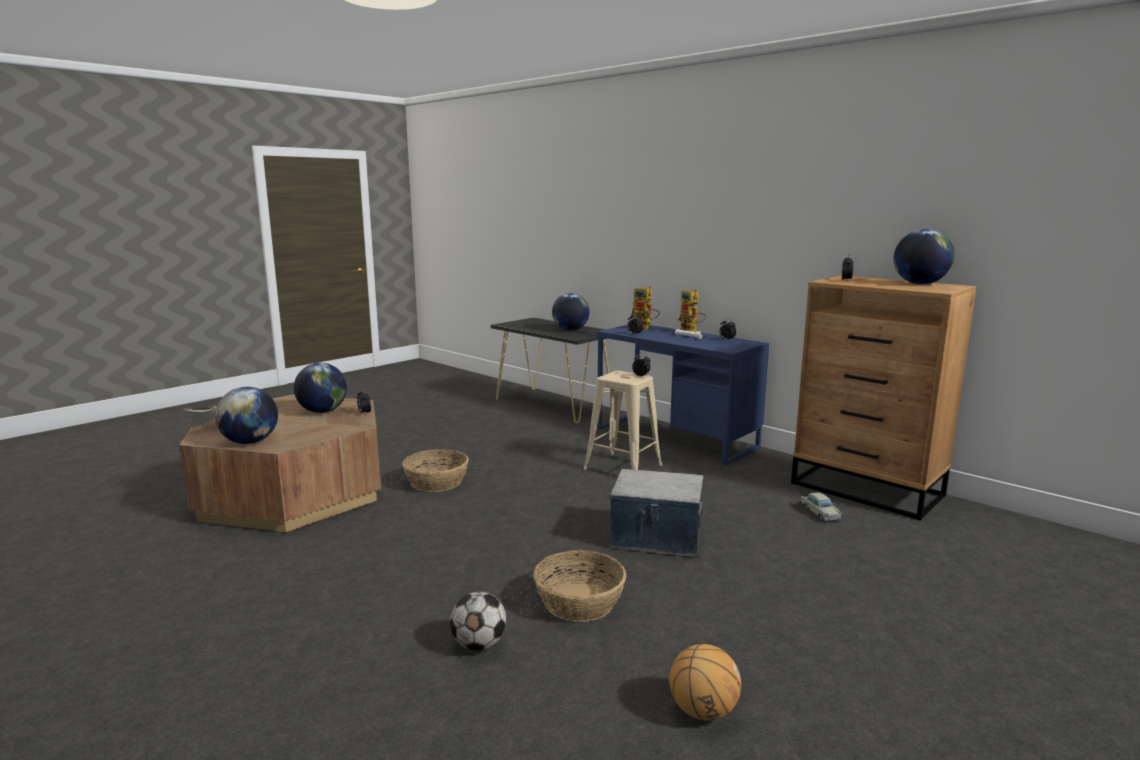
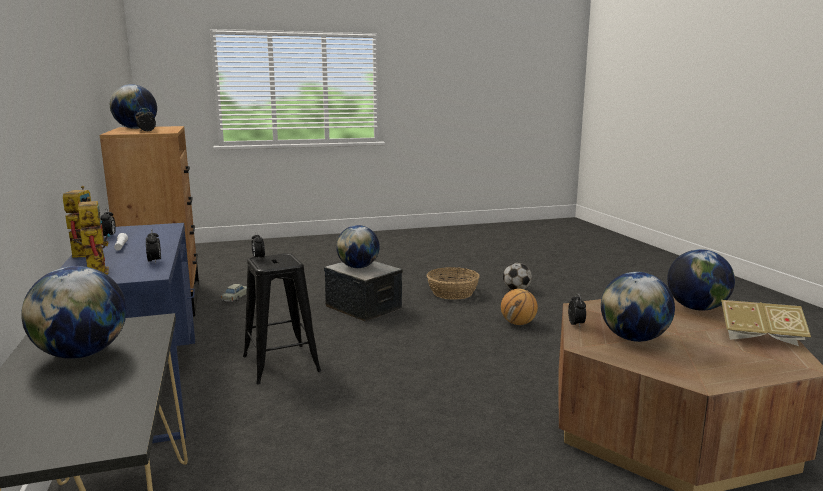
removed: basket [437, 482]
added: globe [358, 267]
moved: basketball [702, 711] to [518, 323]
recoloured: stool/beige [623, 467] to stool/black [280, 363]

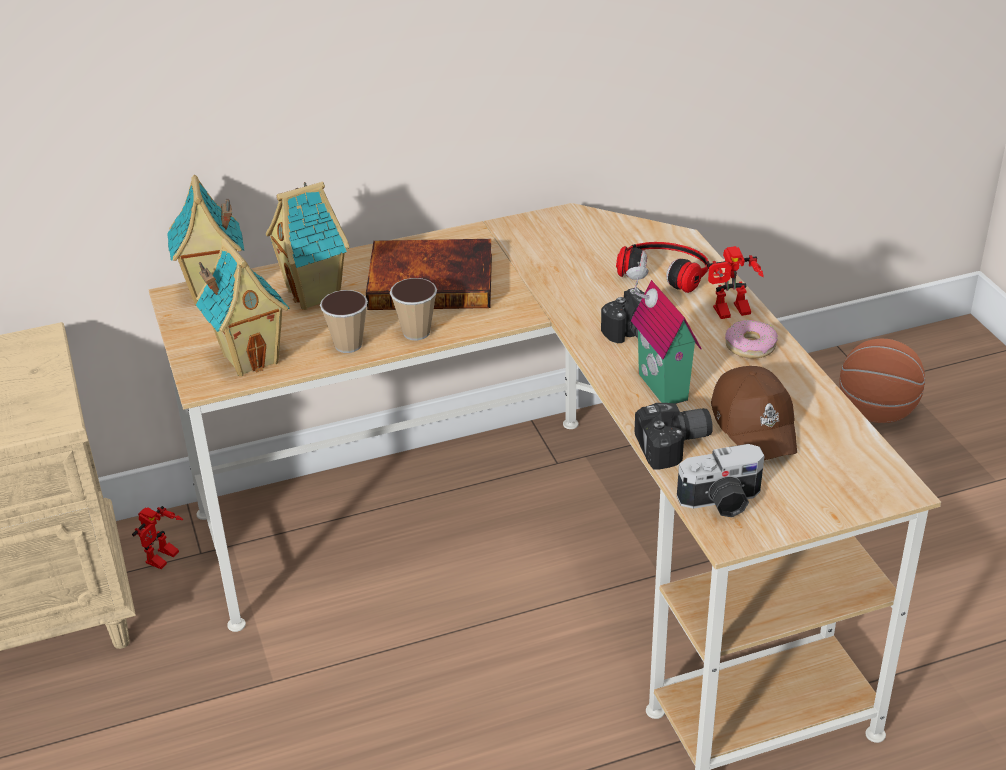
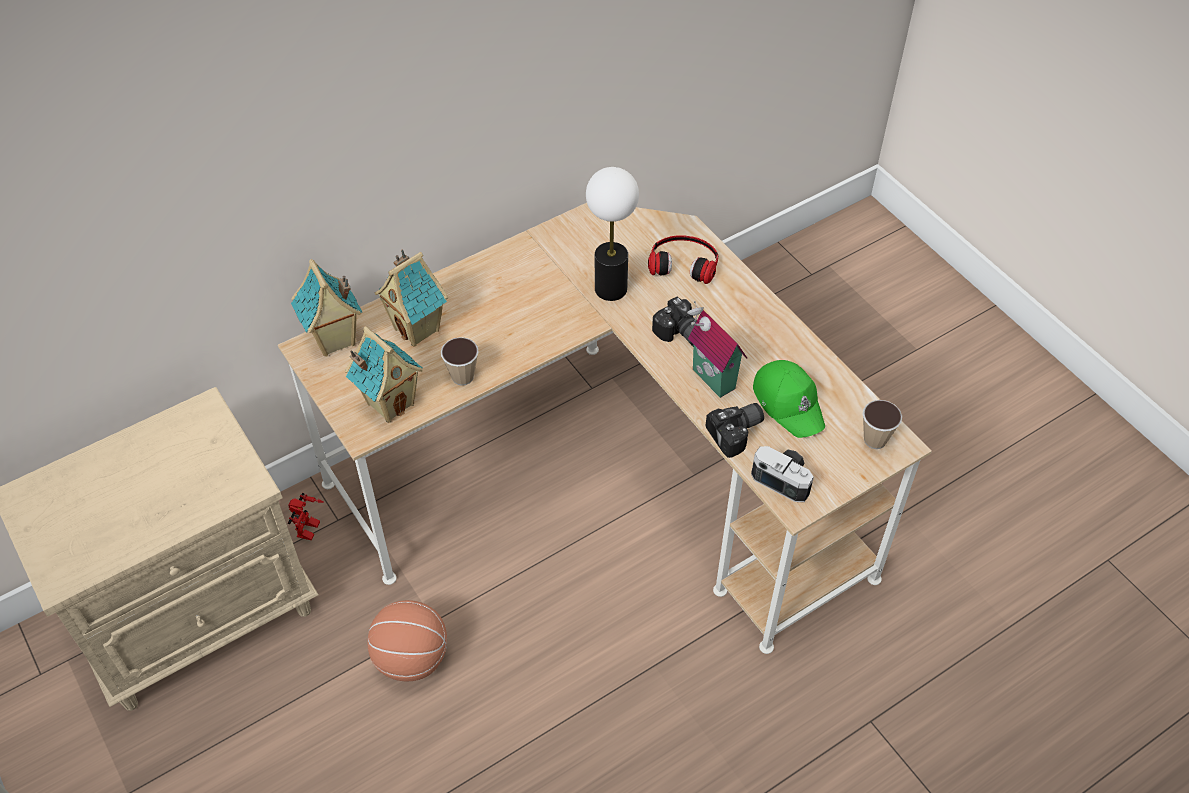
removed: book [432, 280]; toy robot [731, 313]; donut [750, 346]
added: table lamp [610, 288]
moved: basketball [876, 412] to [411, 658]; cup [416, 332] to [875, 440]
recoloured: cap/brown [755, 424] to cap/green [789, 403]
turned: photo camera [722, 502] = [784, 478] 120 degrees counterclockwise

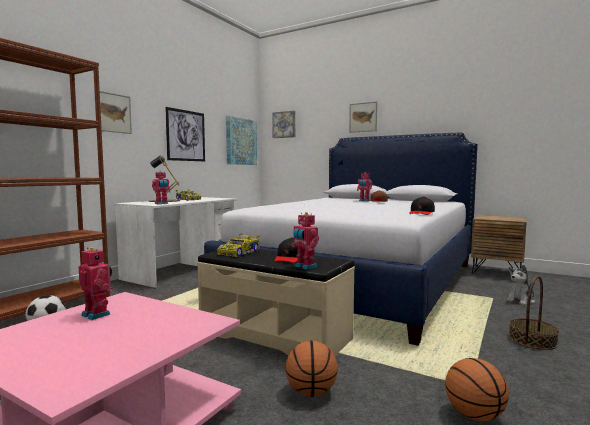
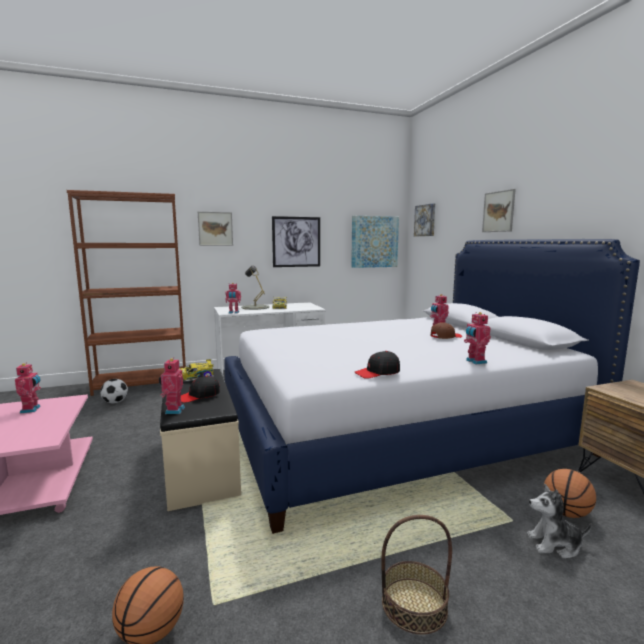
added: toy robot [475, 361]
moved: basketball [311, 392] to [566, 513]

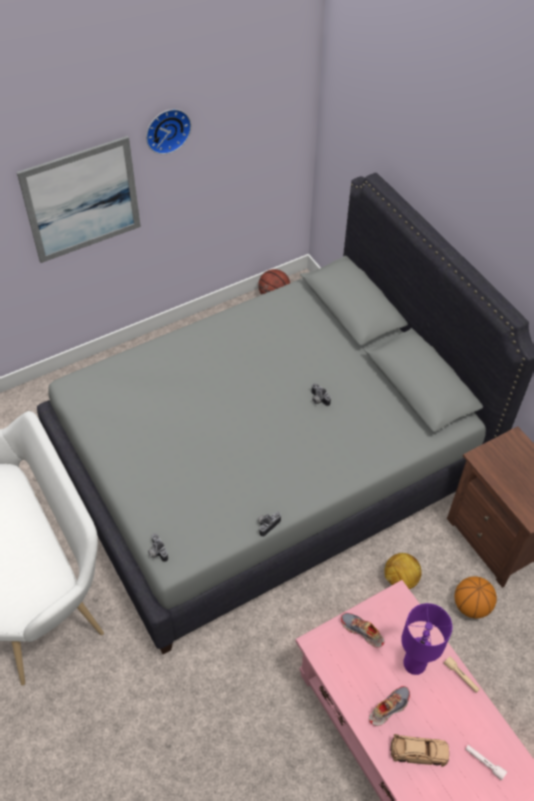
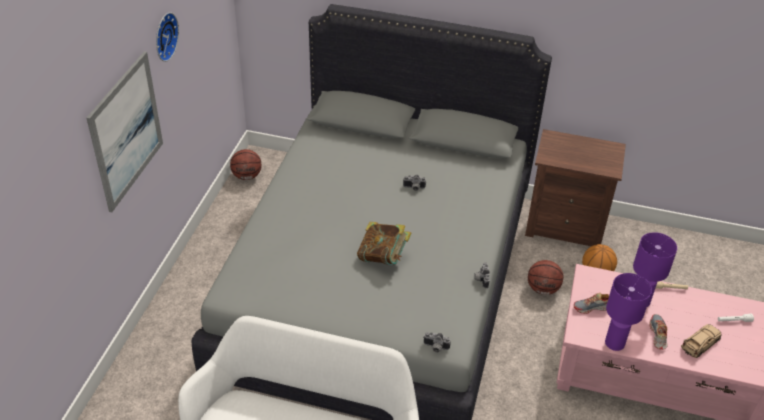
added: book [383, 257]; table lamp/purple [614, 343]
replaced: football [400, 580] to basketball [543, 289]

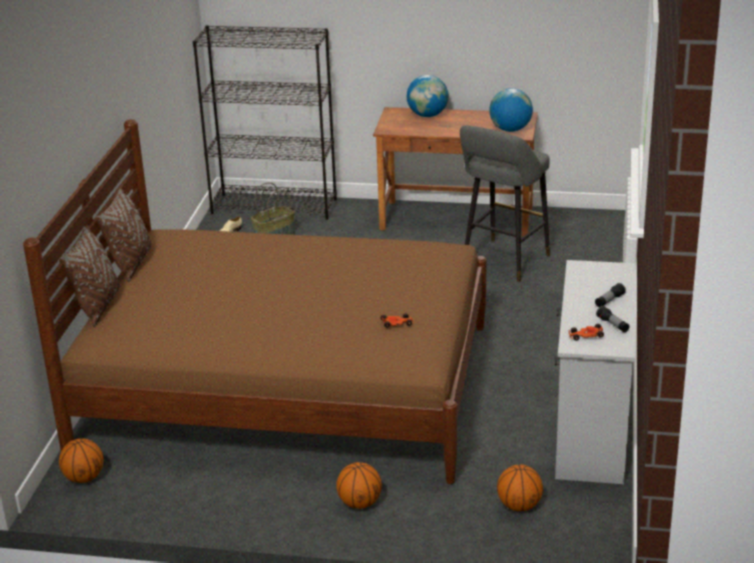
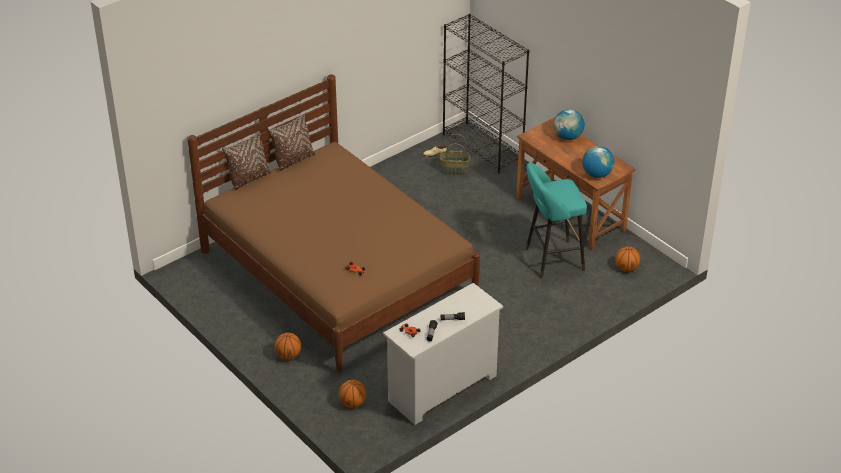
moved: basketball [84, 478] to [626, 268]
recoloured: stool/grey [503, 262] to stool/turquoise [551, 260]

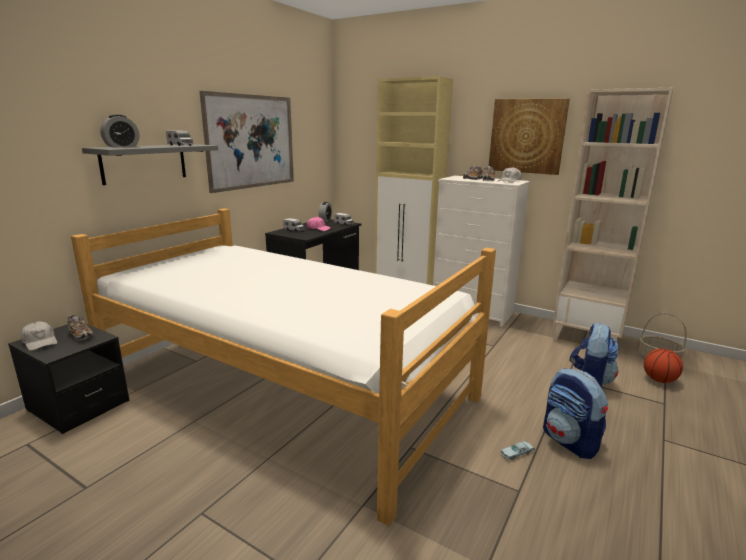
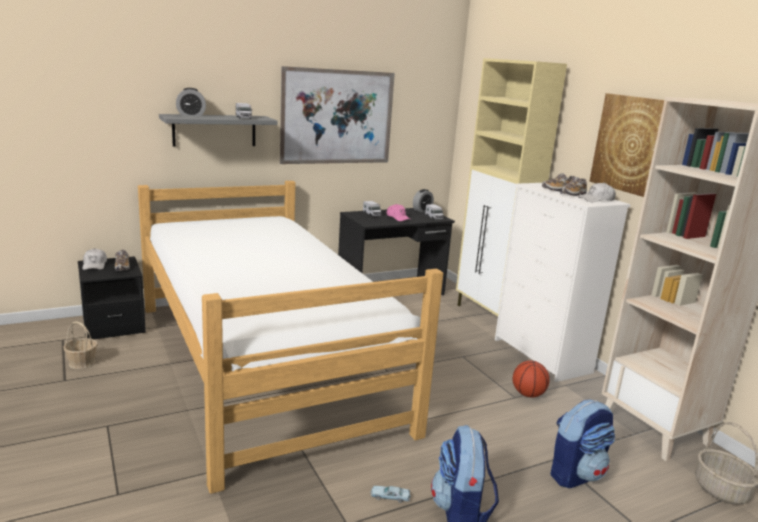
added: basket [82, 362]
moved: basketball [659, 380] to [528, 394]

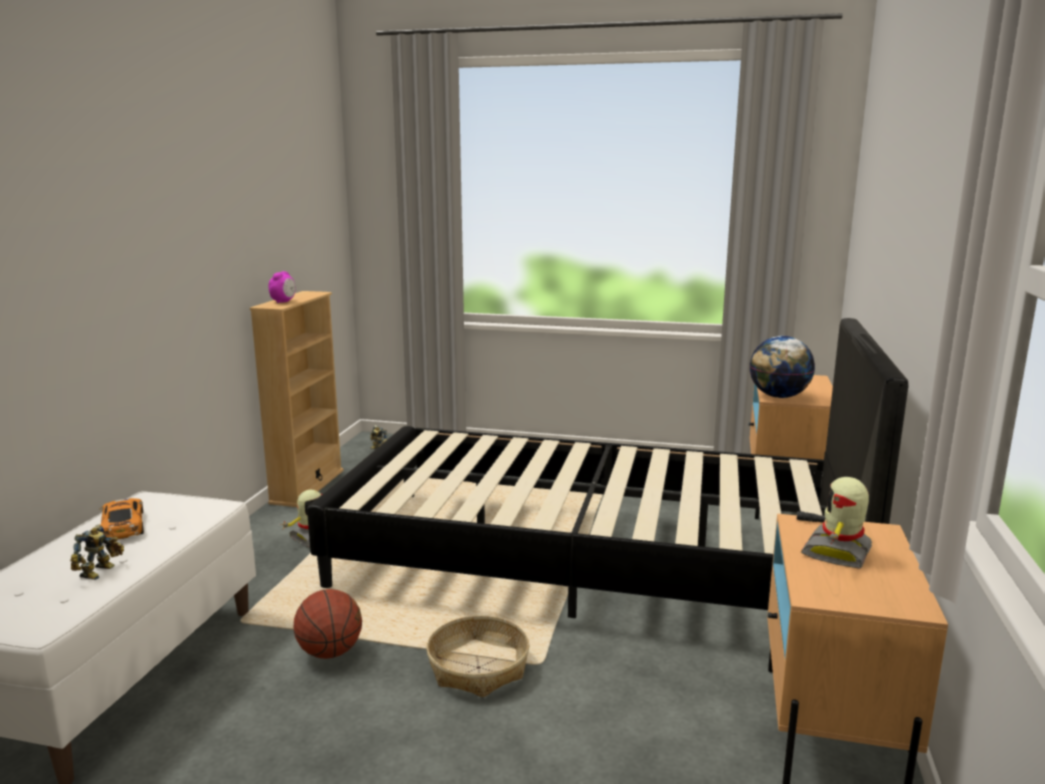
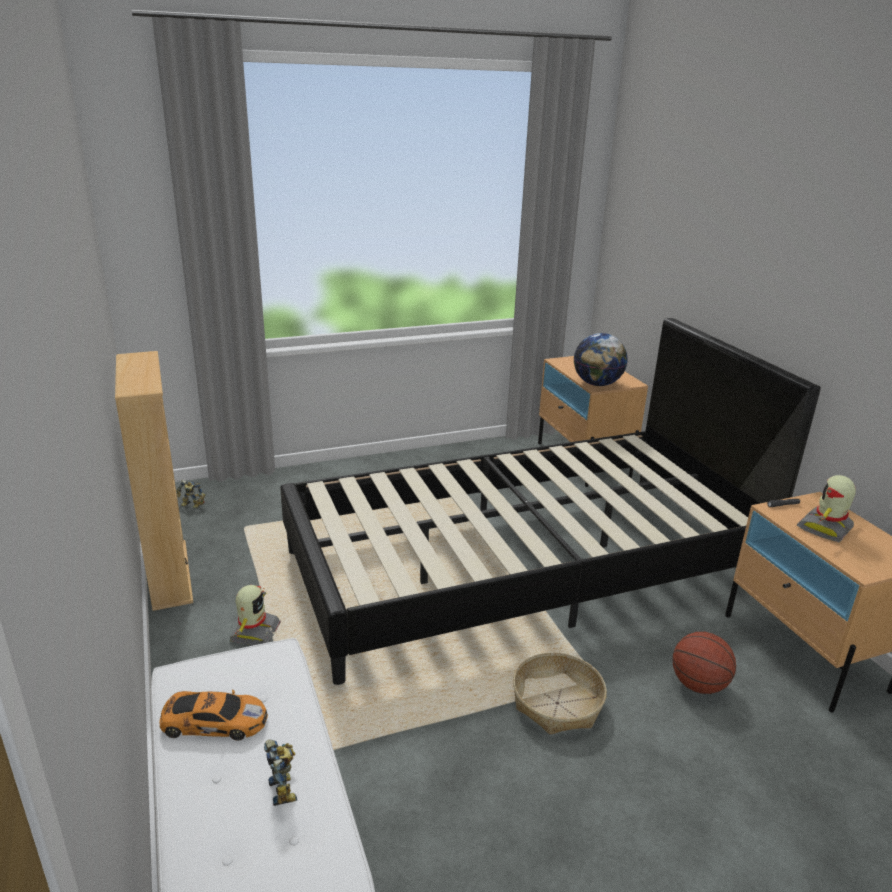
removed: alarm clock [283, 302]
moved: basketball [330, 652] to [698, 685]
turned: toy car [123, 526] = [212, 722] 150 degrees clockwise; toy robot [838, 552] = [826, 528] 45 degrees clockwise

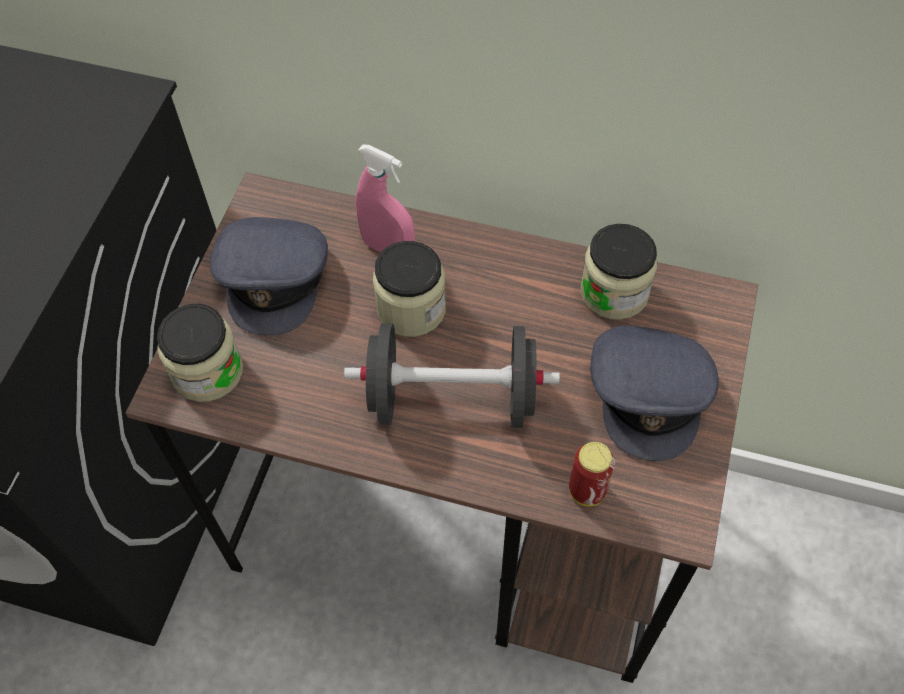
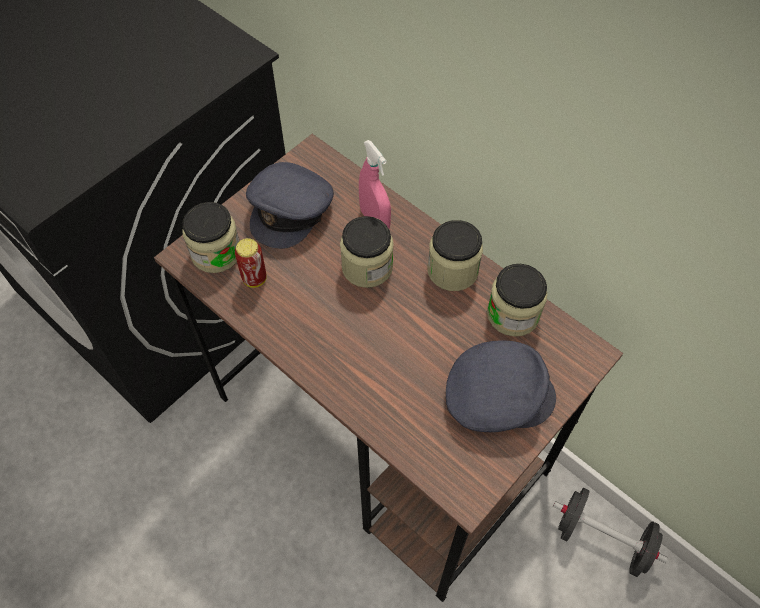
added: jar [452, 270]
moved: can [587, 491] to [254, 278]; dumbbell/black [452, 399] to [602, 538]
turned: cap/grey [649, 394] = [497, 395] 120 degrees counterclockwise

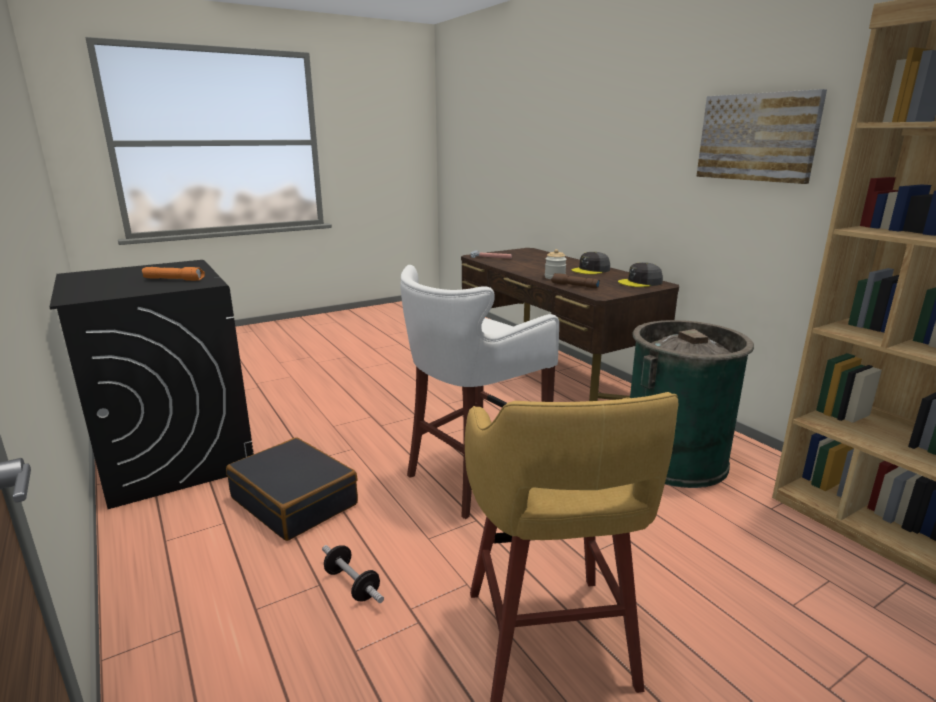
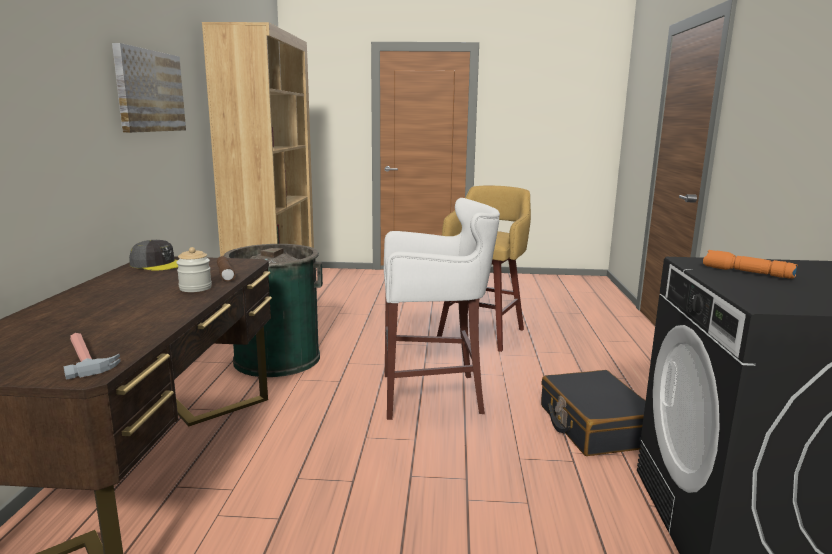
removed: dumbbell [352, 584]; cap/grey [591, 270]

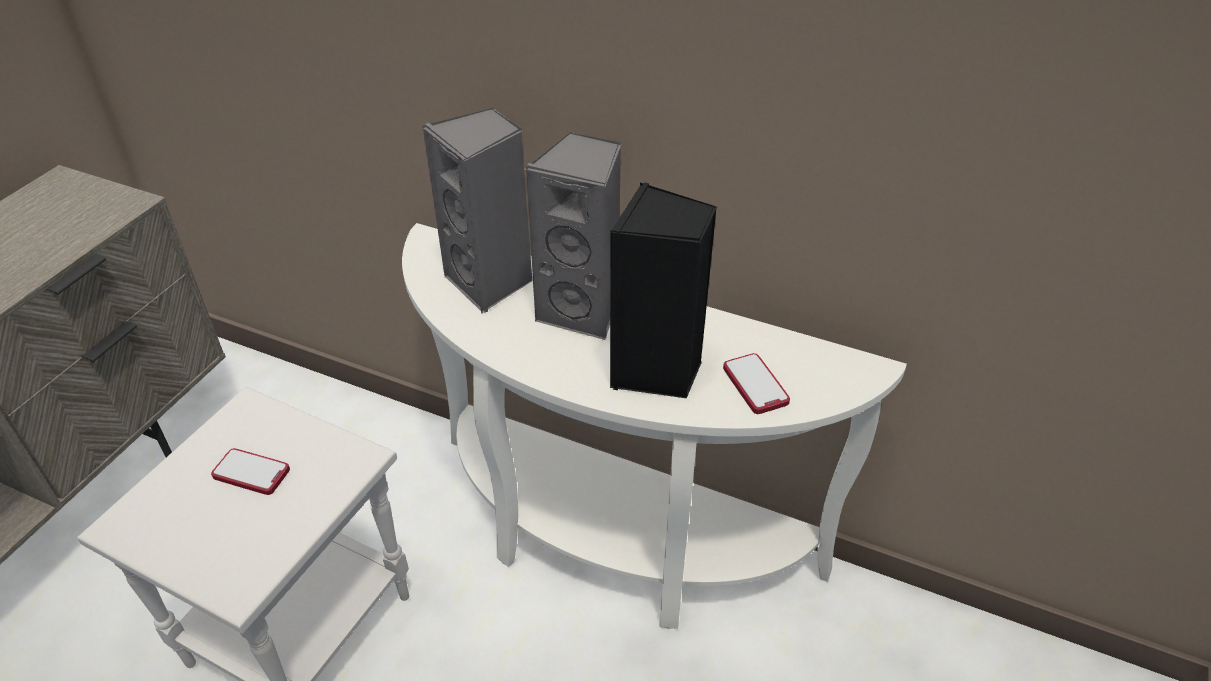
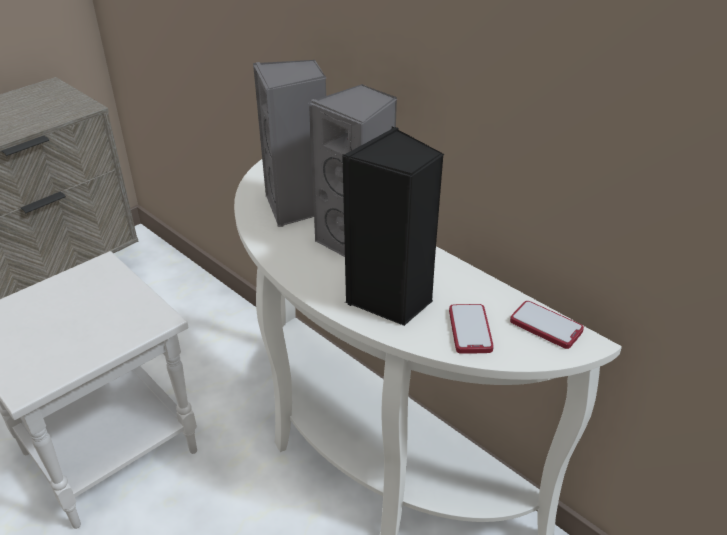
moved: phone [251, 473] to [546, 326]

